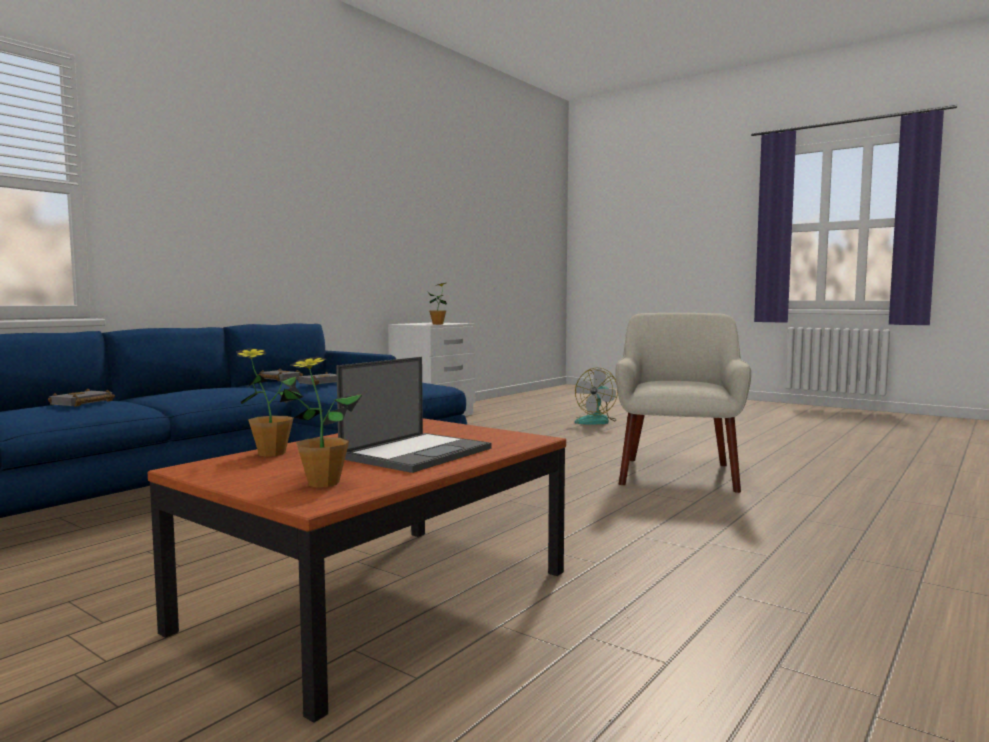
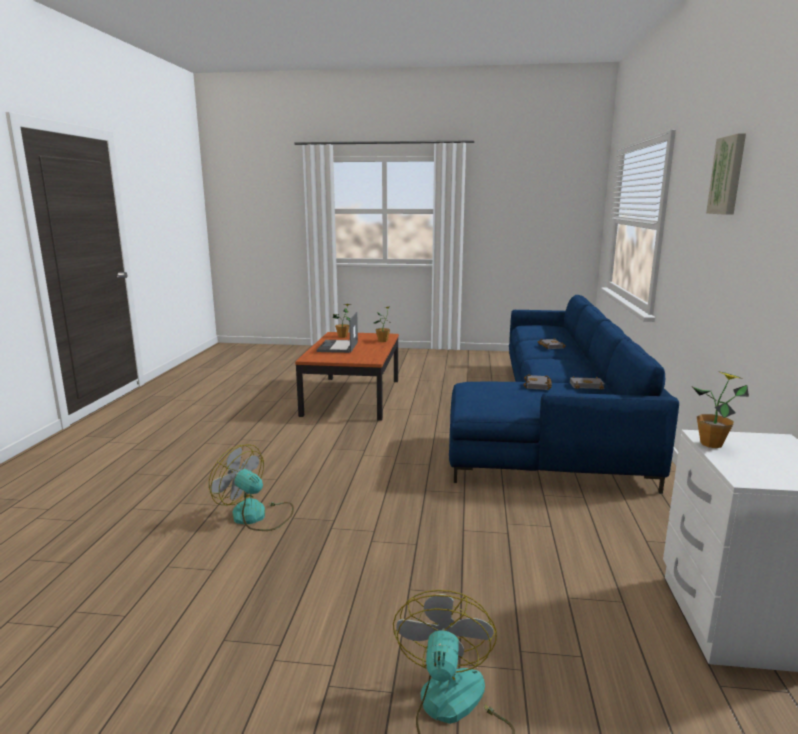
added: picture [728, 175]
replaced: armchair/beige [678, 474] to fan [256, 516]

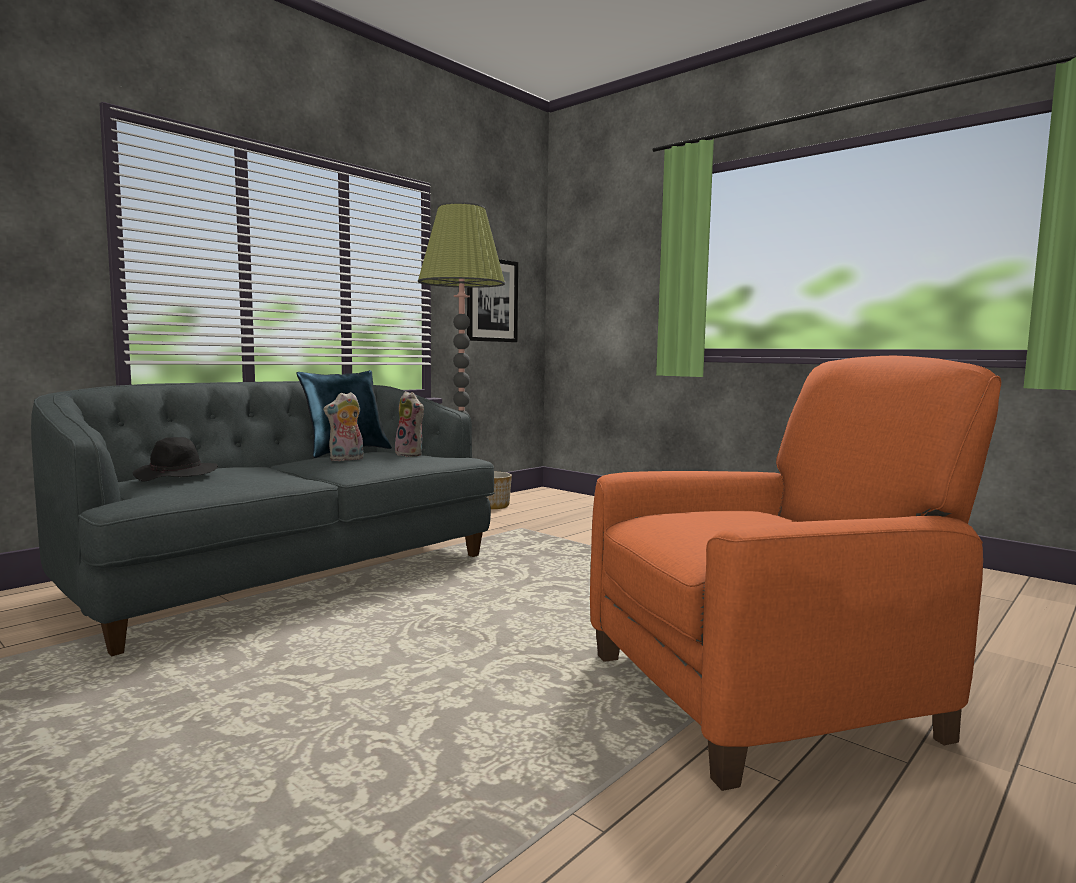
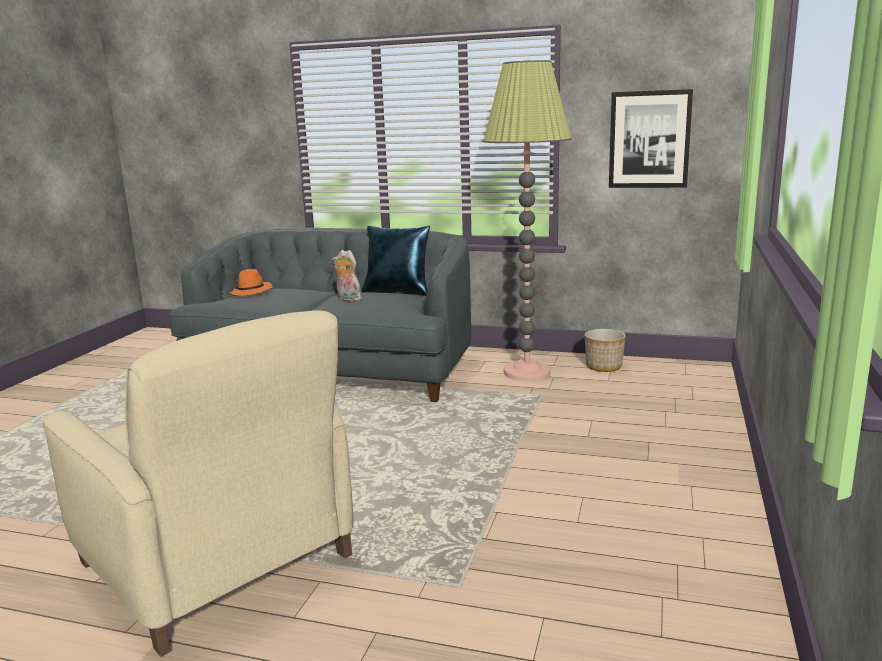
removed: plush toy [411, 454]
recoloured: armchair/orange [762, 694] to armchair/beige [217, 561]; hat/black [177, 476] to hat/orange [251, 292]

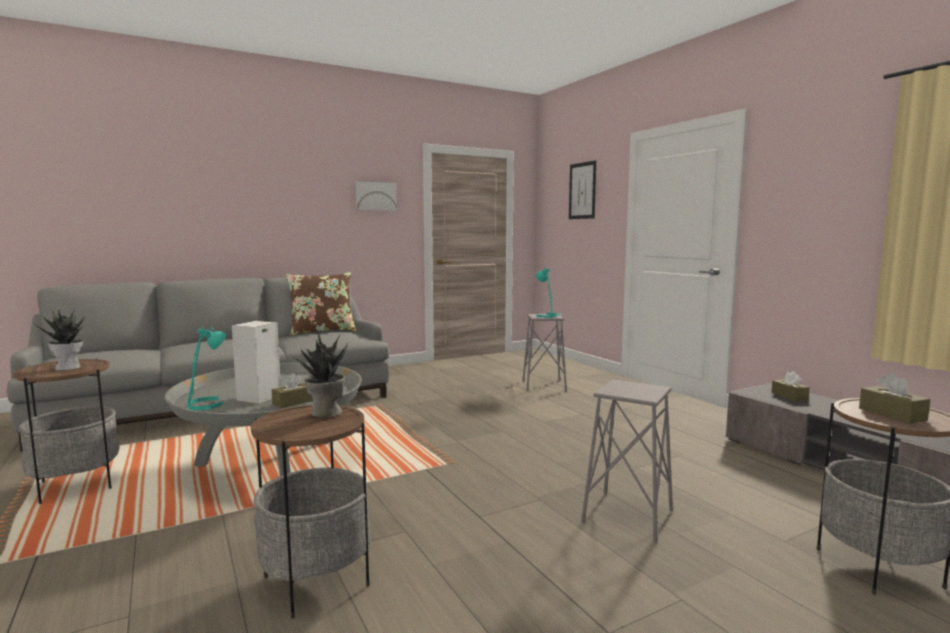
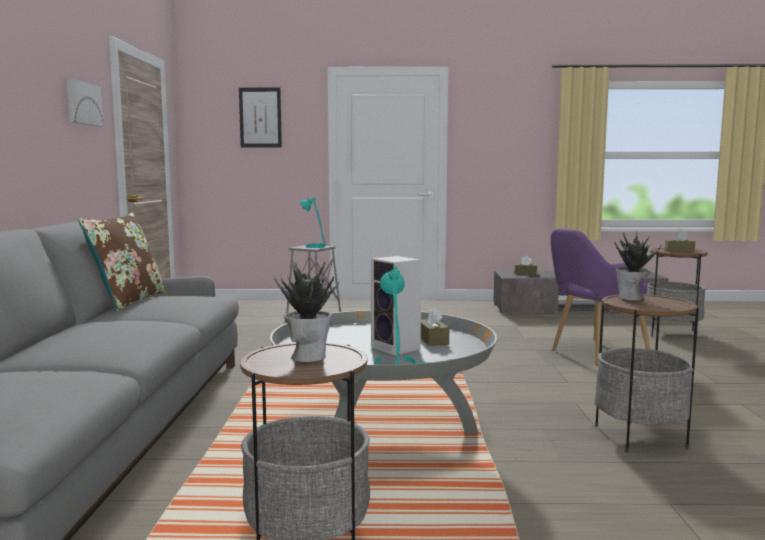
replaced: stool/grey [627, 516] to armchair/purple [593, 353]

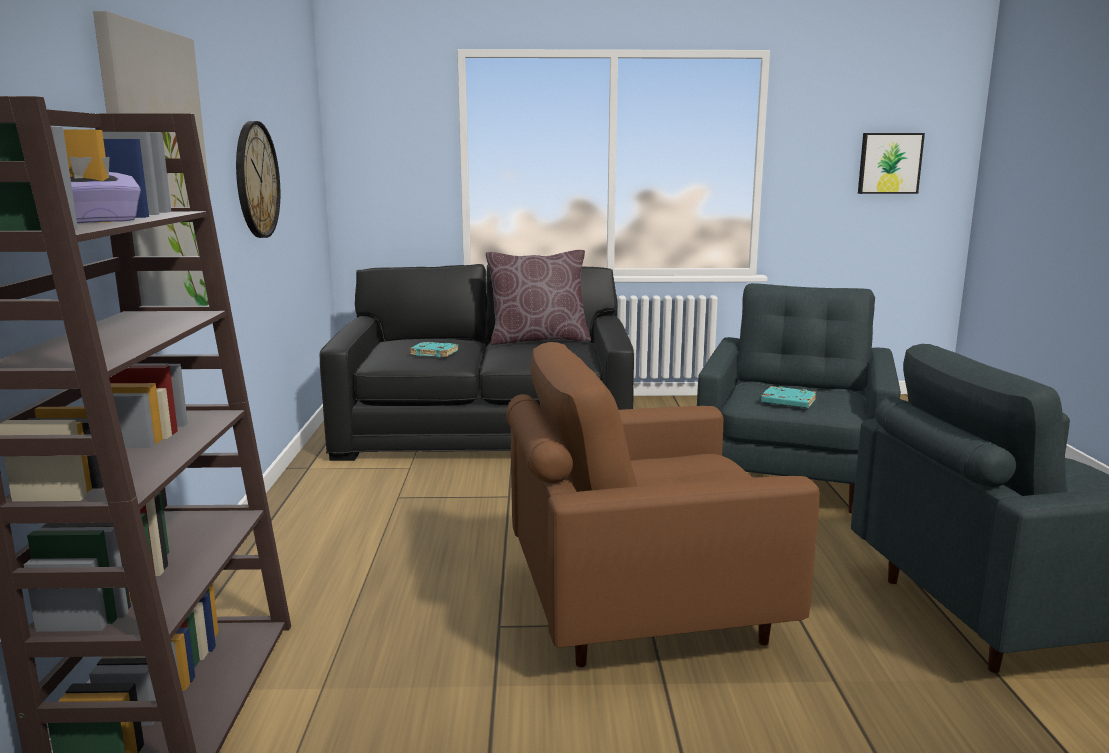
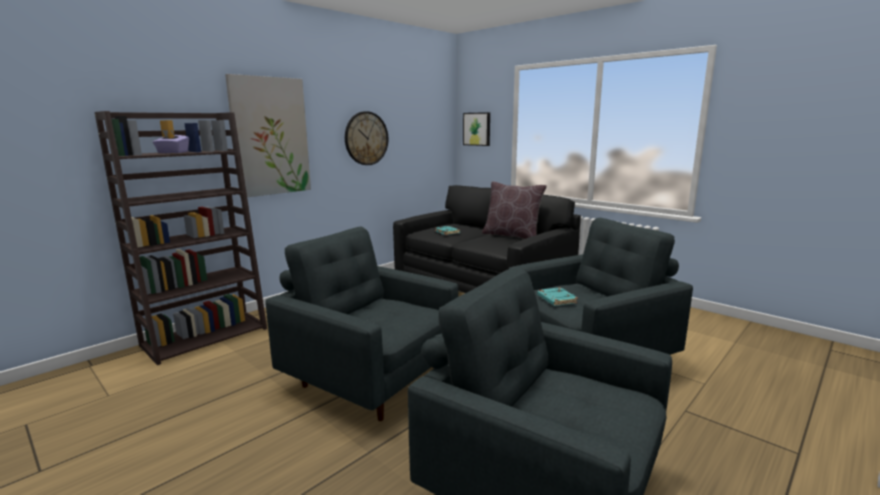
moved: picture [889, 163] to [477, 129]
recoloured: armchair/brown [640, 608] to armchair/grey [370, 378]

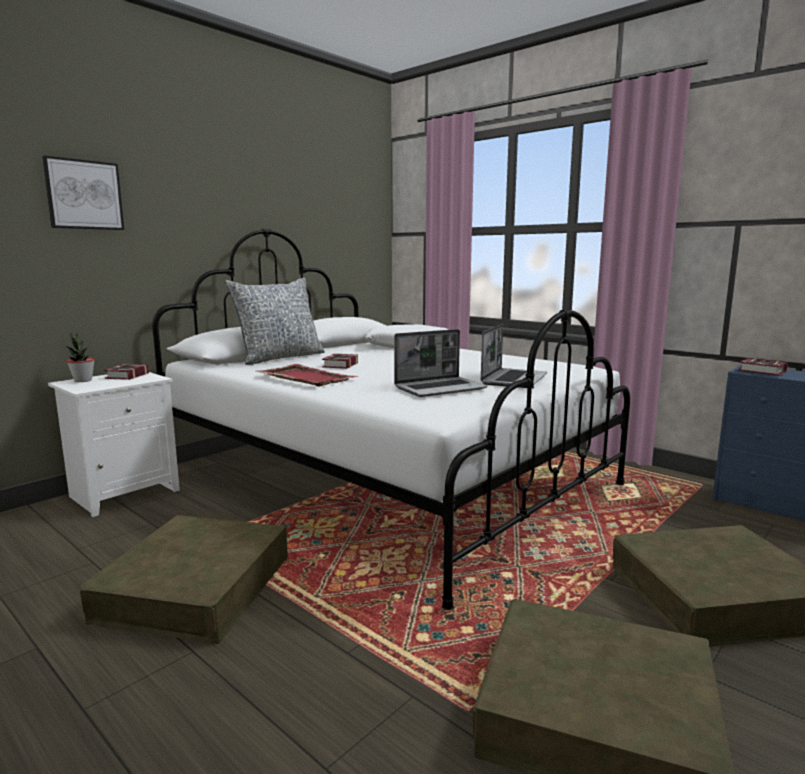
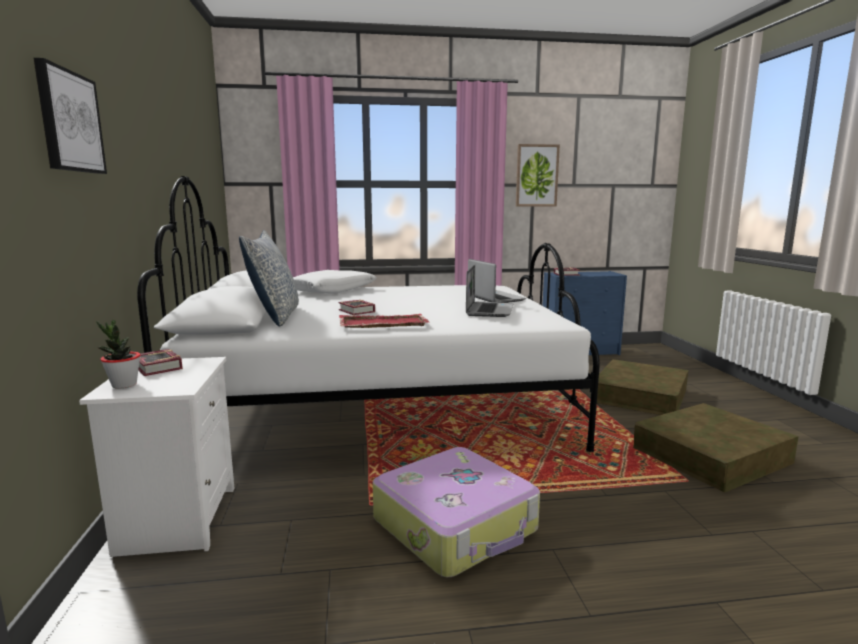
added: picture [536, 175]
replaced: storage box/brown [196, 587] to suitcase [456, 525]

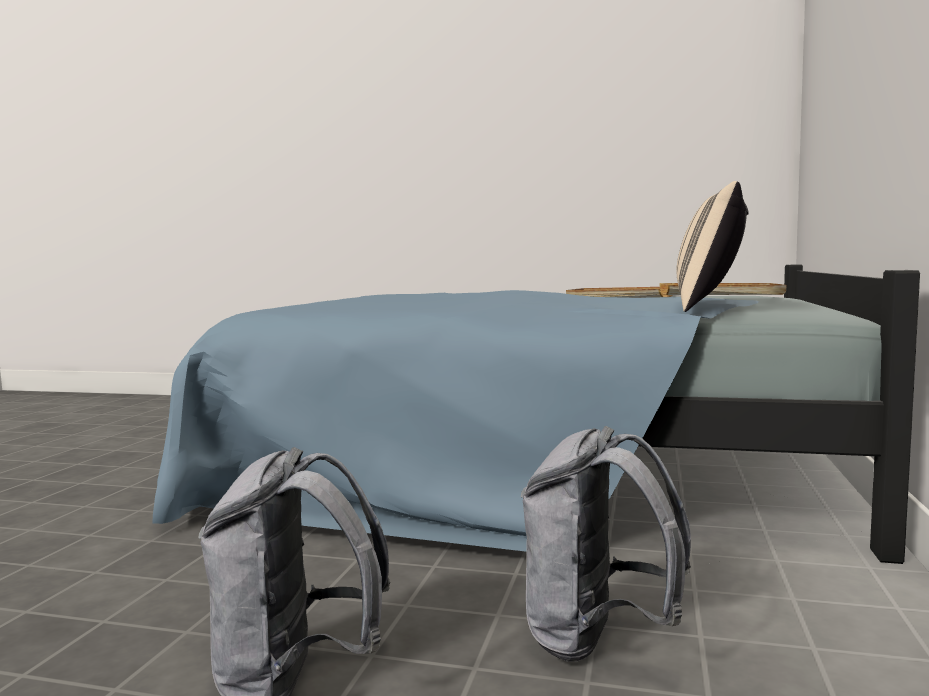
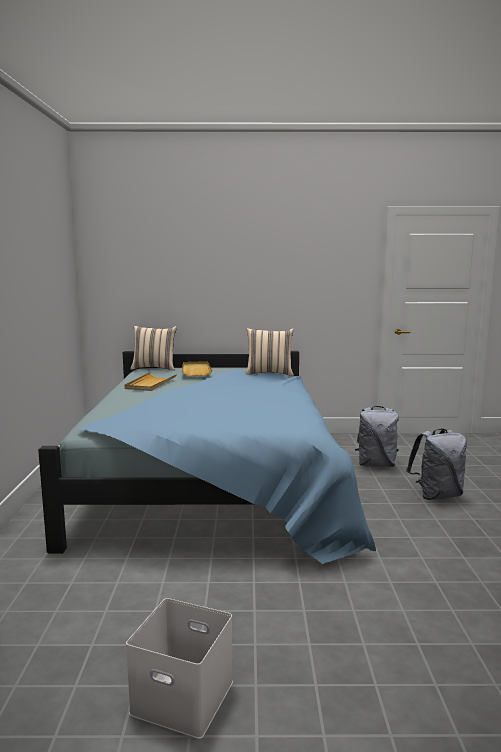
added: storage box/white [180, 698]; pillow/beige [154, 368]

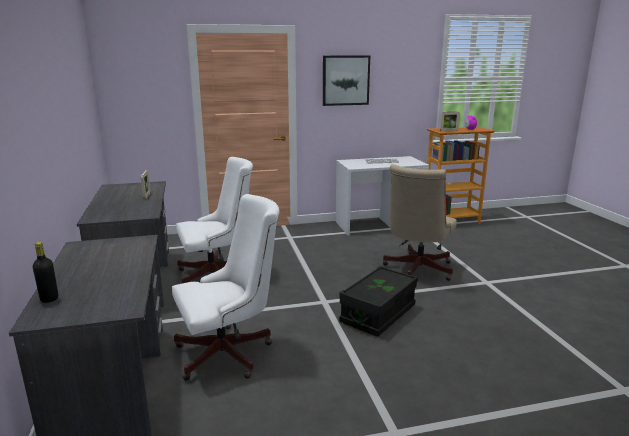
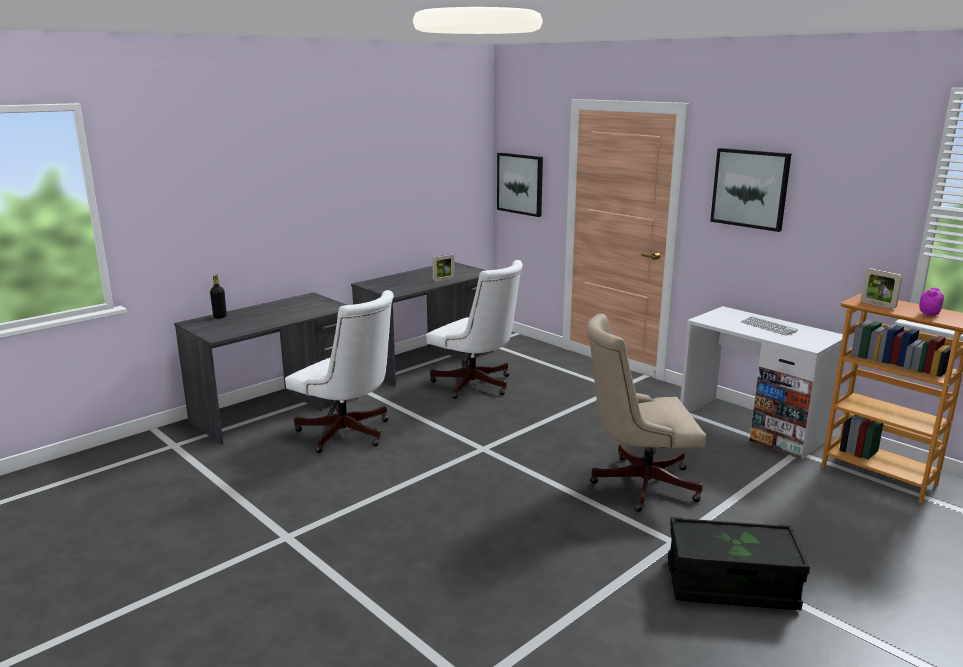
added: picture [520, 184]
moved: storage box/black [378, 314] to [731, 585]

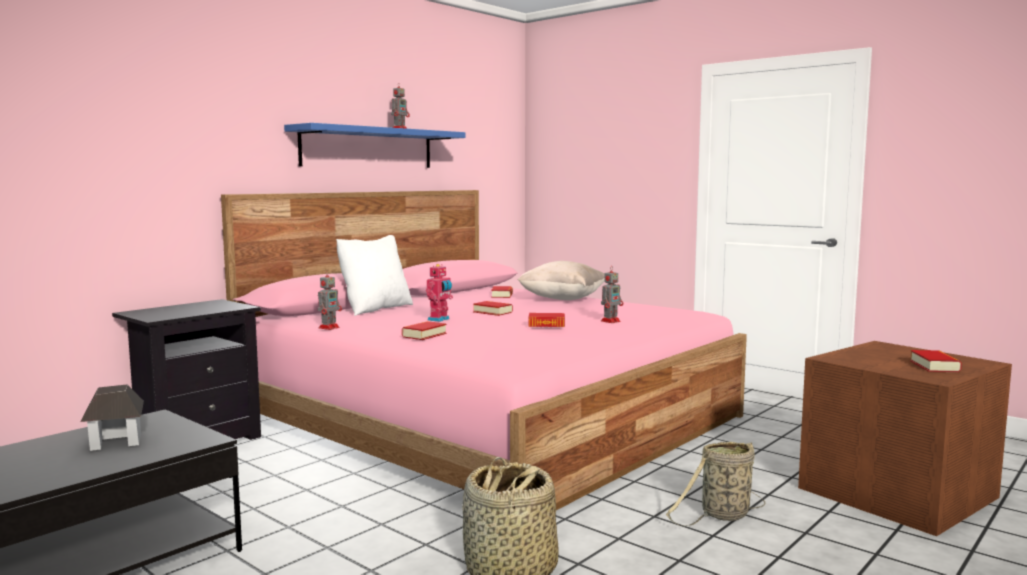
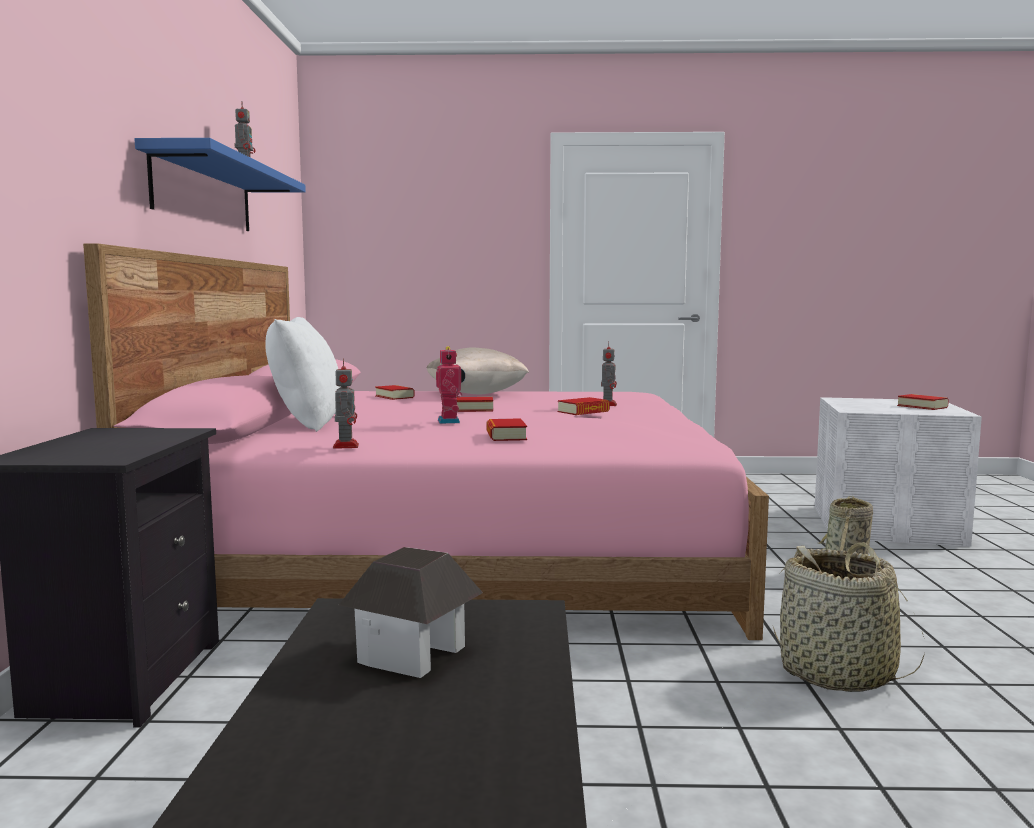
recoloured: storage box/brown [900, 493] to storage box/white [887, 524]

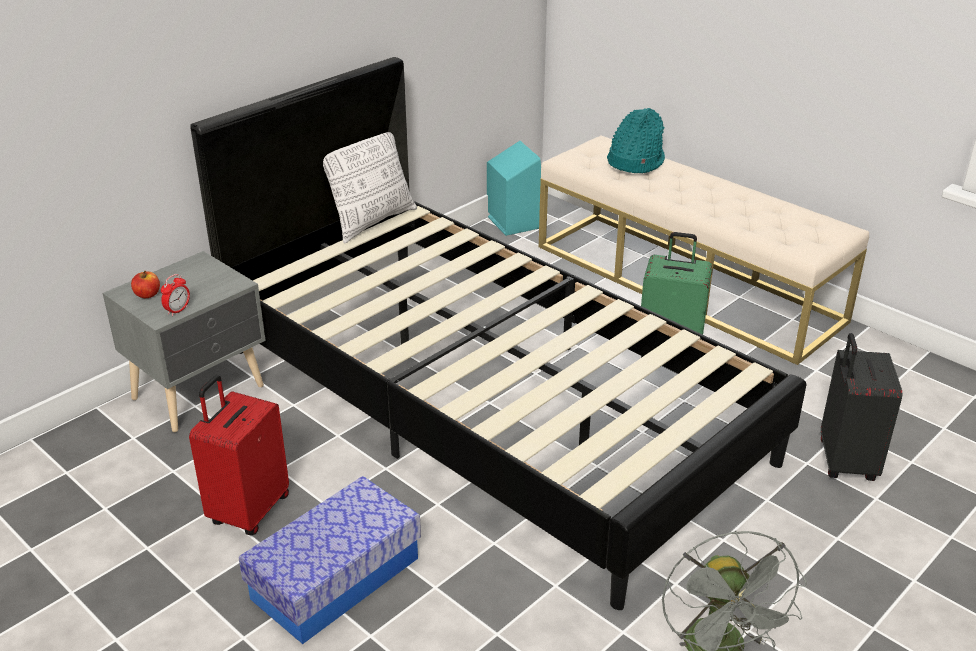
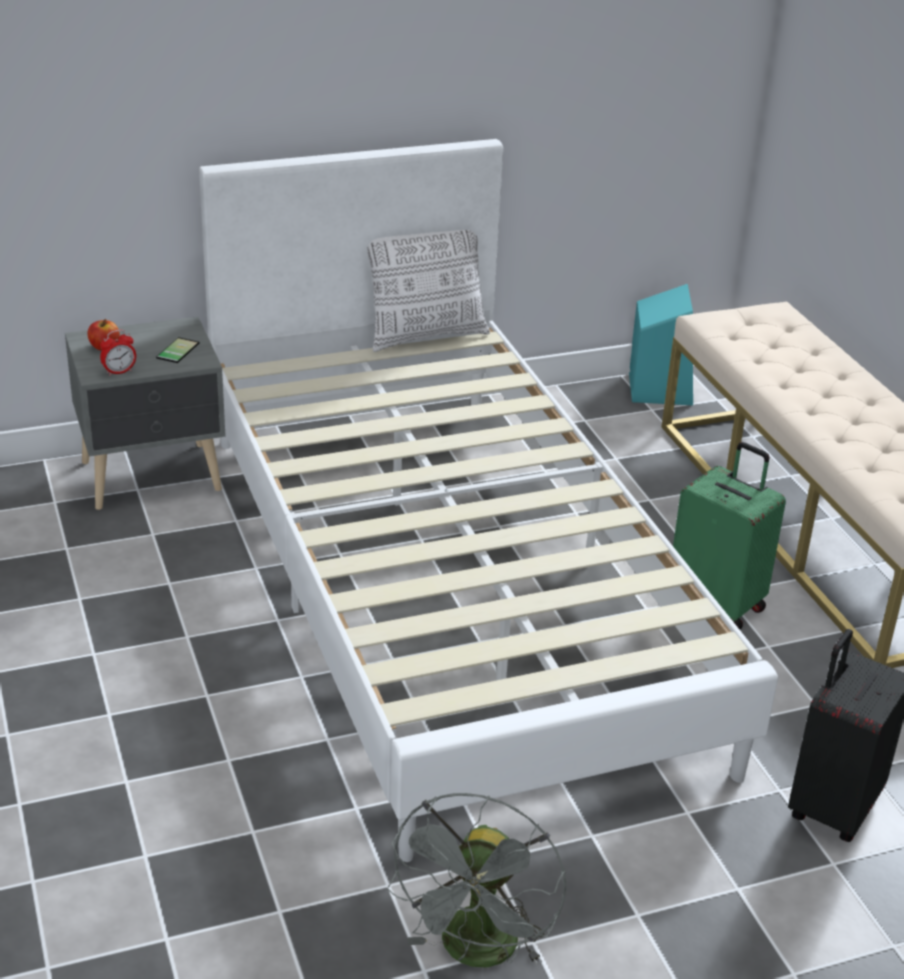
removed: suitcase/red [248, 510]; storage box [336, 578]; hat/turquoise [634, 161]
added: phone [175, 350]
recoloured: bed/black [487, 402] to bed/white [447, 586]

